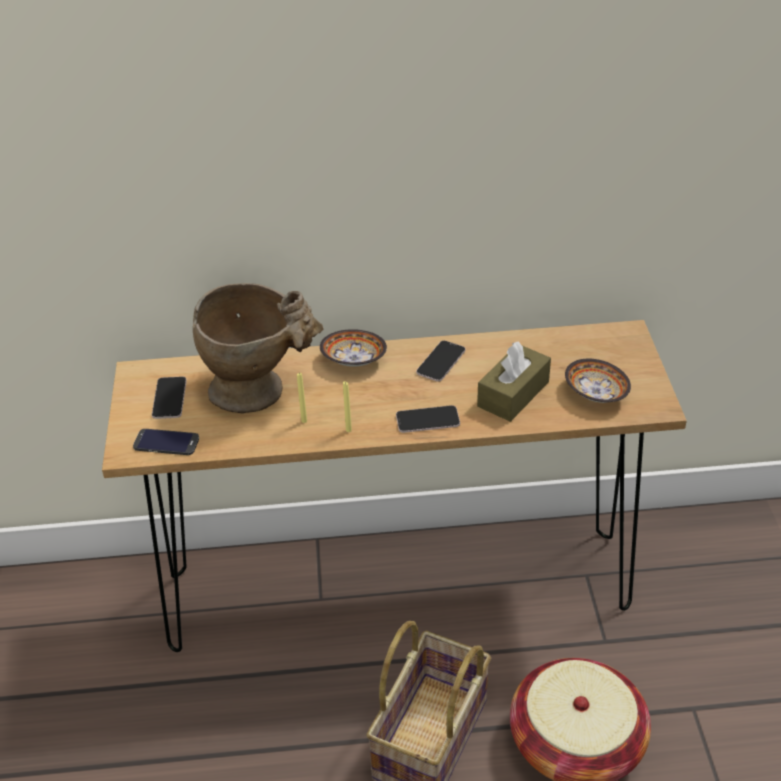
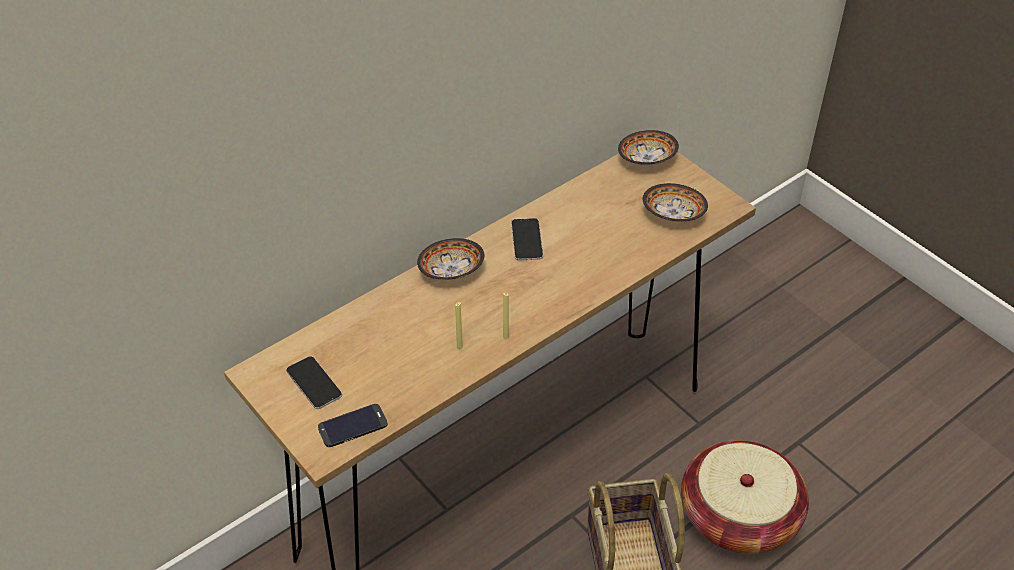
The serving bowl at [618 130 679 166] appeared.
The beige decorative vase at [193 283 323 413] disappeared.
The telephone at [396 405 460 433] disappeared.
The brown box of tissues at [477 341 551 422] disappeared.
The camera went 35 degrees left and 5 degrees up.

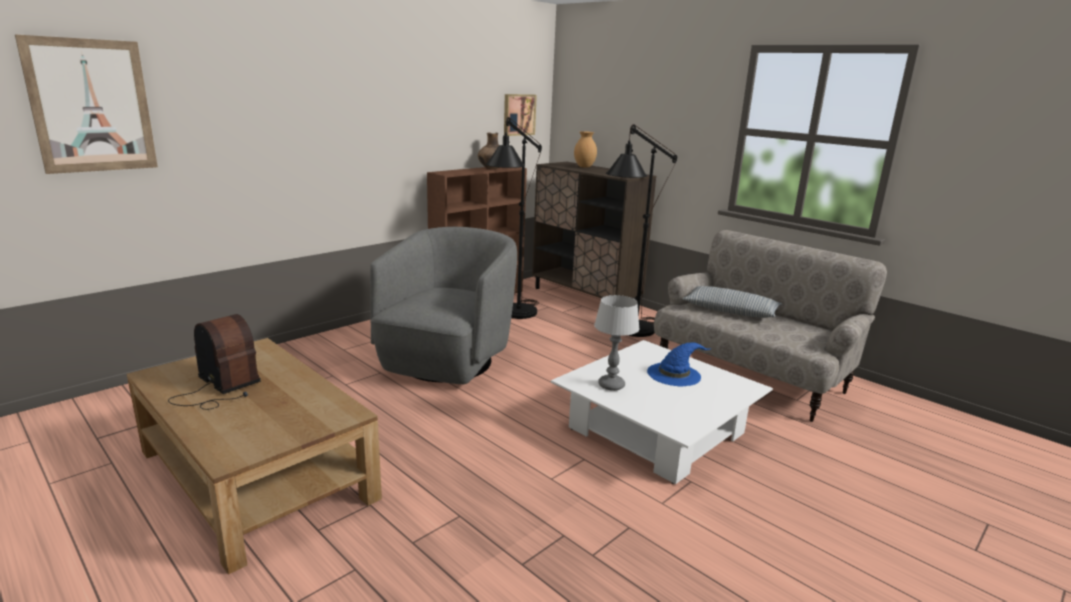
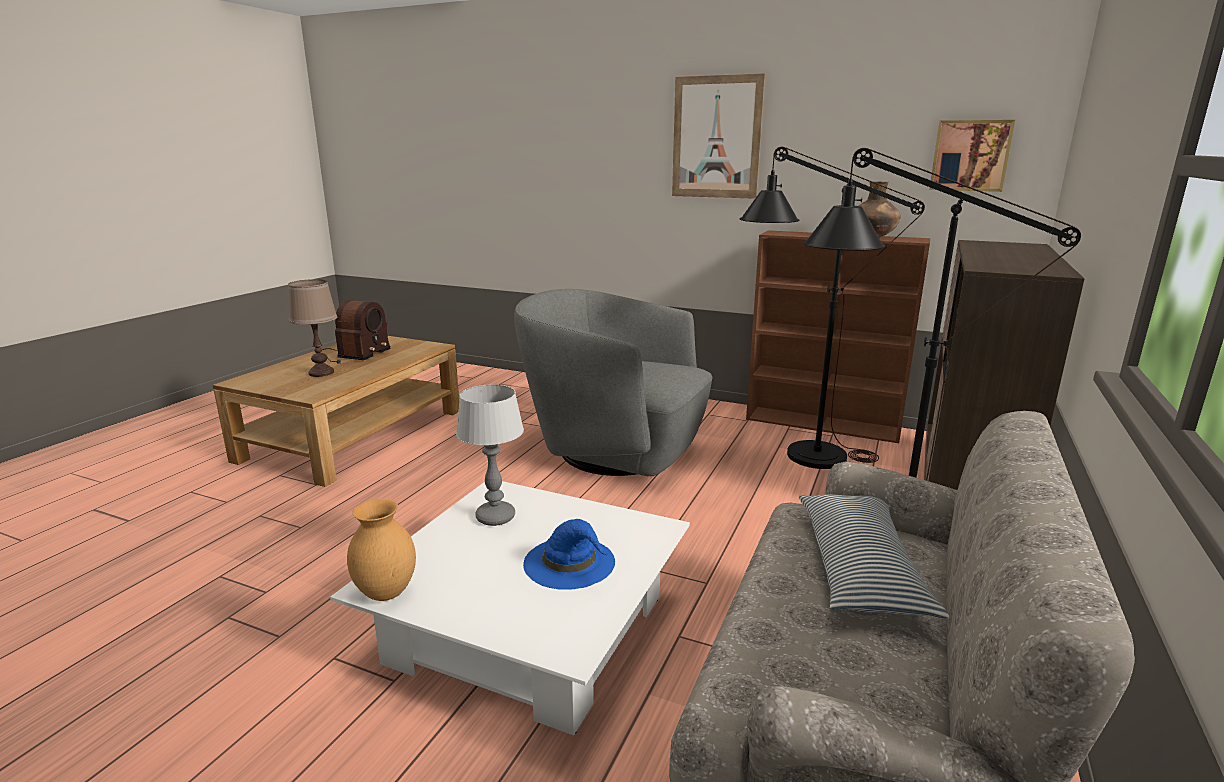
The brown lamp for a table at [288 279 337 377] appeared.
The brown decorative vase moved from [574 131 597 168] to [347 499 416 601].
The gray lounge chair at [370 227 517 384] turned 150 degrees counterclockwise.
The wall picture moved from [15 35 158 174] to [672 73 765 199].
The camera went 70 degrees right and 0 degrees up.

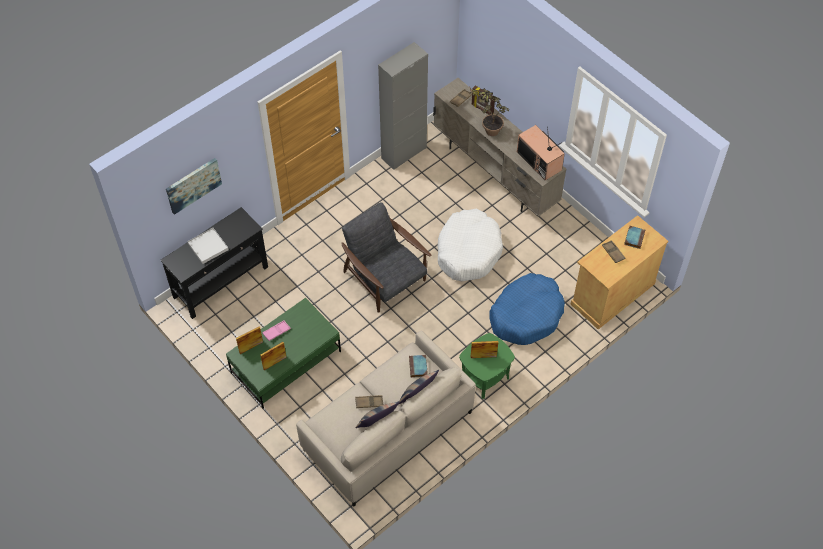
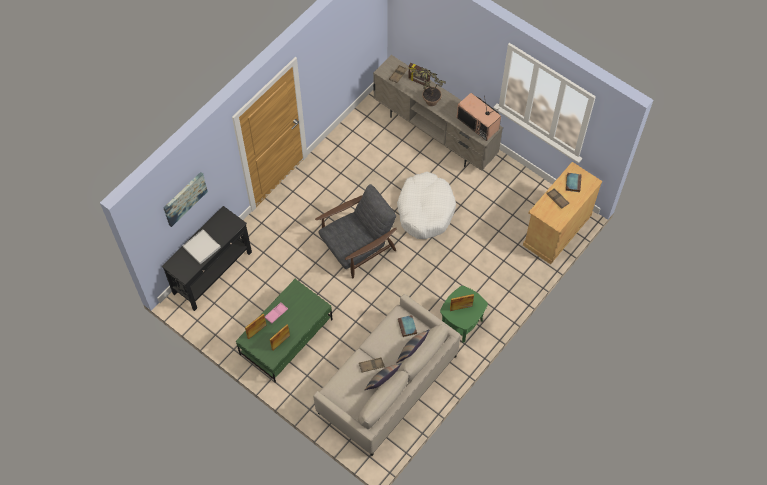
The gray lounge chair at [341 202 431 313] turned 105 degrees clockwise.
The gray cabinet at [378 42 428 170] disappeared.
The blue dog bed at [489 273 565 345] disappeared.
The camera went 10 degrees left and 5 degrees up.

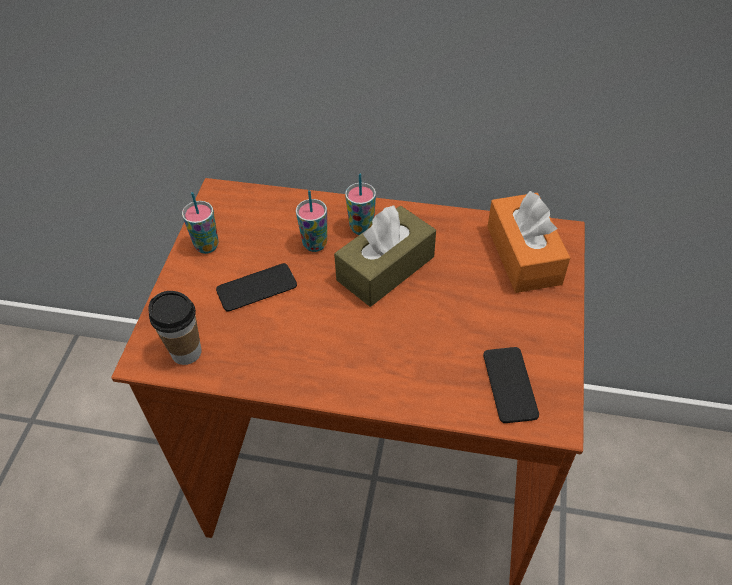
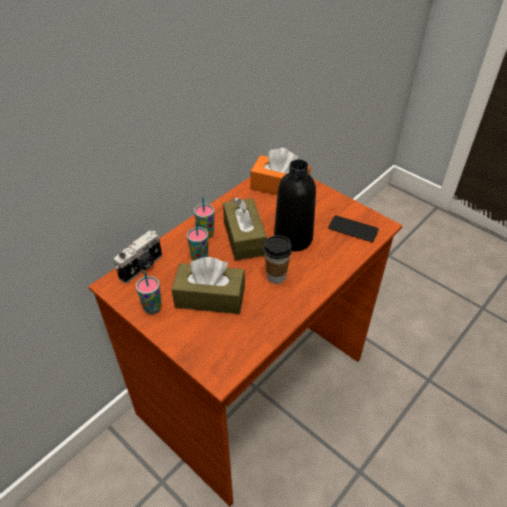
The photo camera at [114 230 162 283] appeared.
The telephone at [216 263 297 312] was replaced by the brown box of tissues at [171 257 245 314].
The cup moved from [148 291 202 365] to [264 235 292 284].
The blackish bottle at [274 160 316 251] appeared.
The camera went 60 degrees left and 5 degrees down.

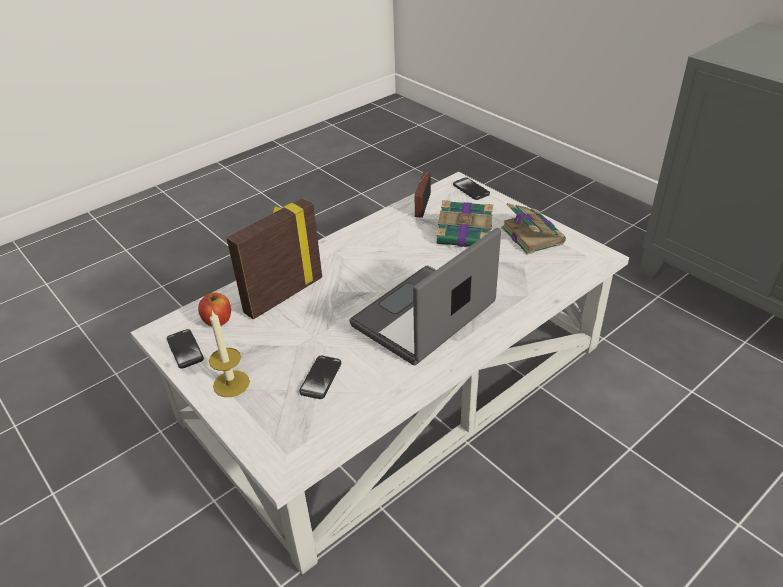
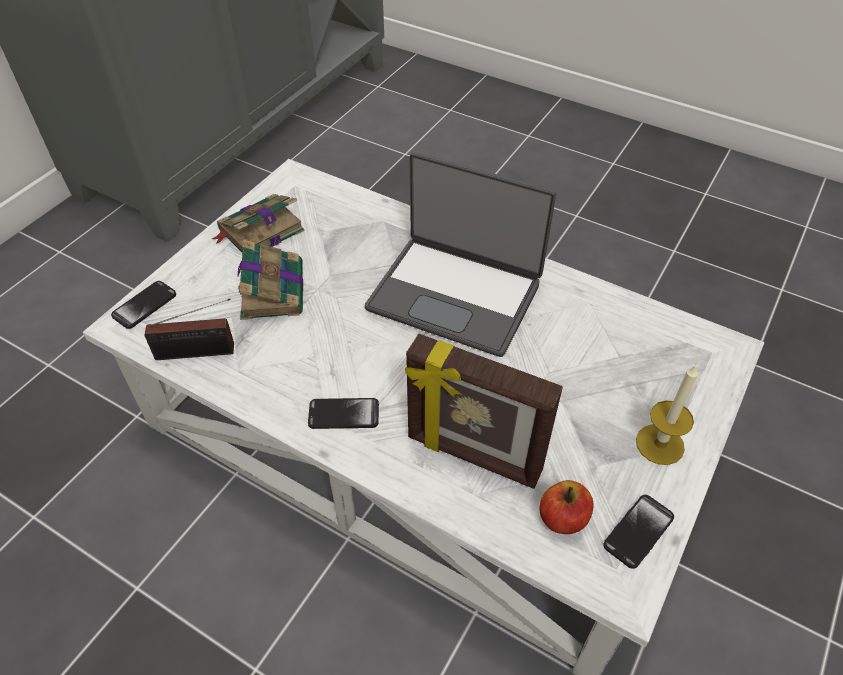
The telephone moved from [299 356 341 399] to [308 398 379 429].
The camera went 110 degrees left and 10 degrees up.

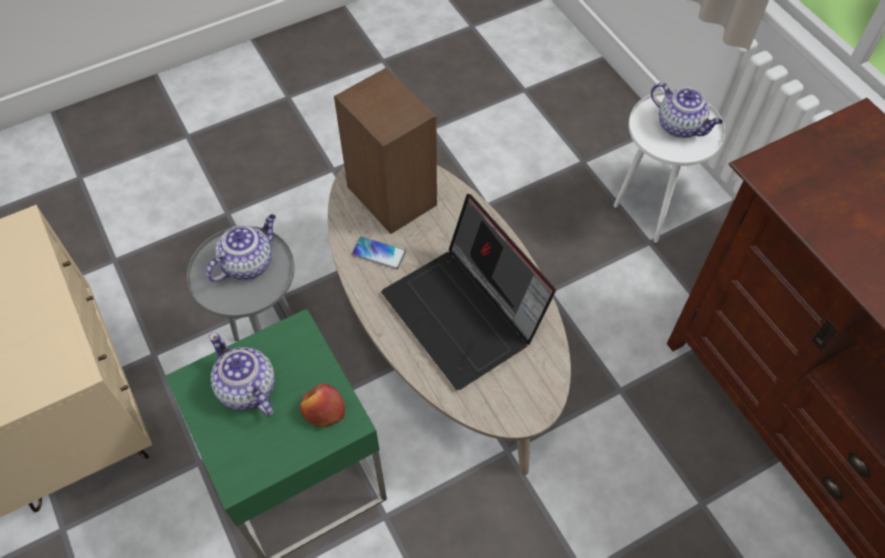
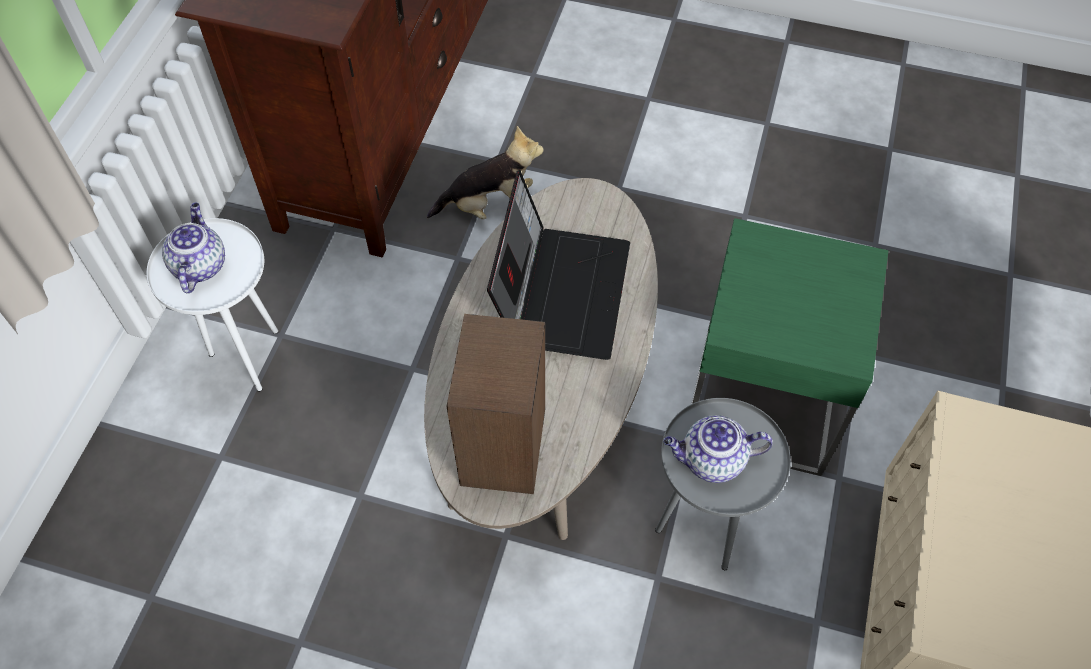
The cuddly toy at [427 126 544 220] appeared.
The teapot at [209 332 275 417] disappeared.
The apple fruit at [300 384 345 427] disappeared.
The telephone at [352 237 406 269] disappeared.
The camera went 135 degrees left and 0 degrees up.

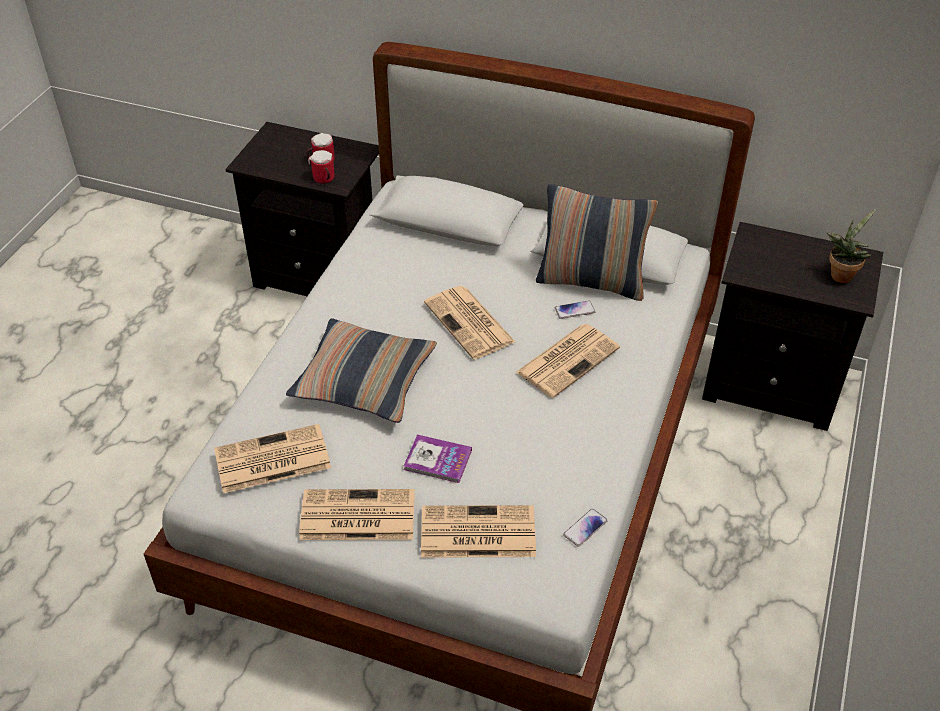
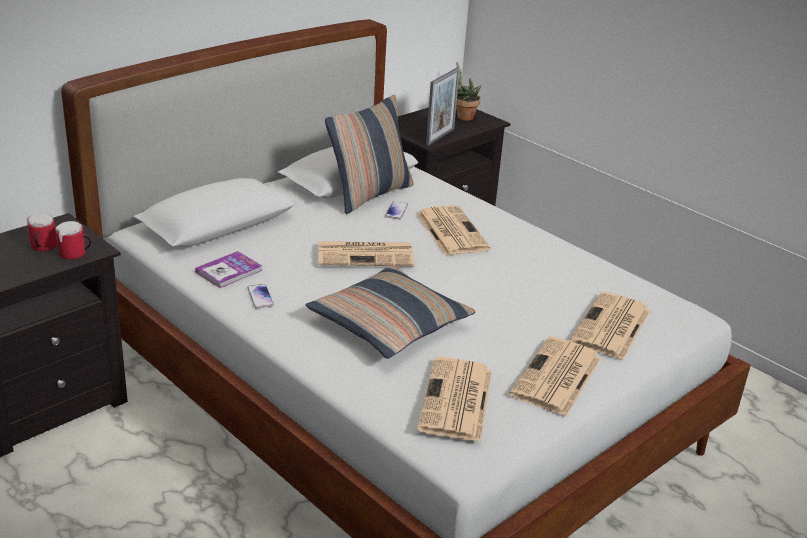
The bound book moved from [404 435 472 483] to [195 251 263 288].
The telephone moved from [563 509 608 547] to [247 284 274 309].
The standing frame at [426 67 460 146] appeared.
The camera went 65 degrees left and 15 degrees down.

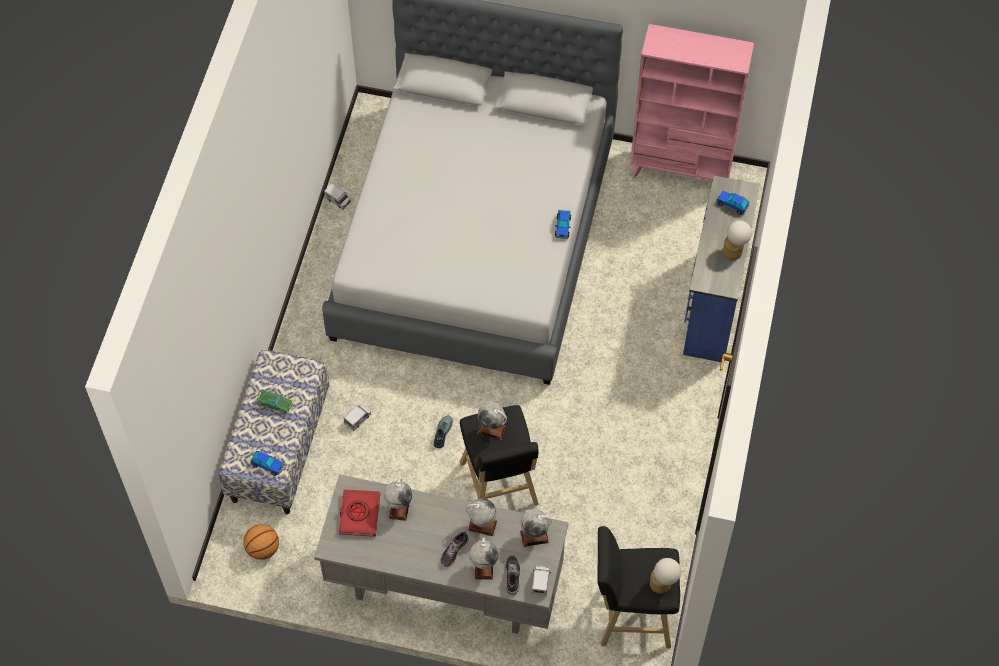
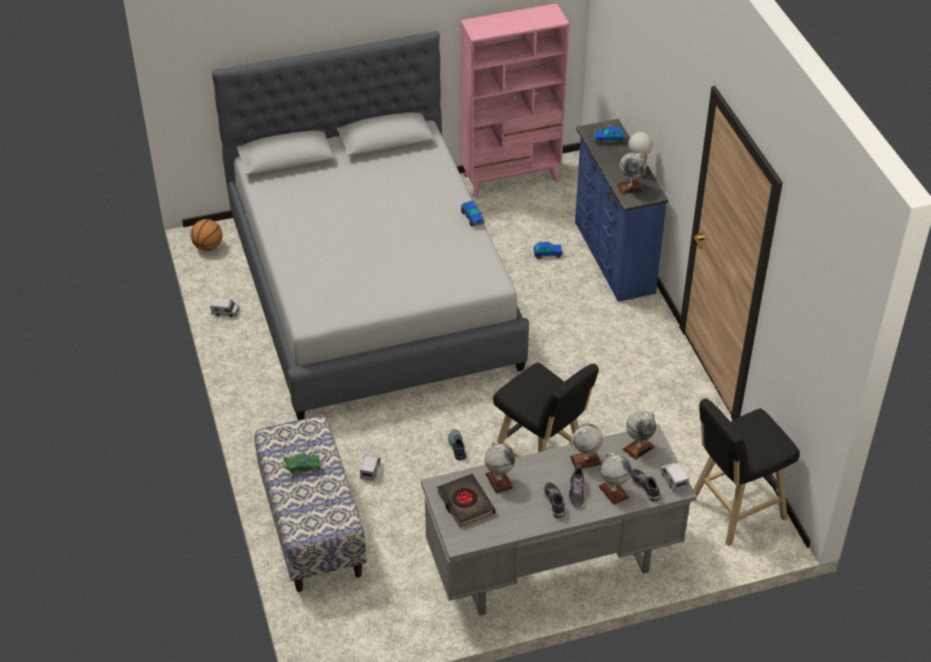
The basketball moved from [243 524 279 560] to [190 219 223 251].
The red bound book at [339 490 380 537] became the blackish bound book at [437 474 495 527].
The toy car moved from [250 451 285 476] to [533 242 563 259].
The low shoe at [544 482 566 518] appeared.
The globe moved from [477 402 507 440] to [617 153 647 195].
The lamp for a table at [650 558 681 594] disappeared.
The camera went 30 degrees left and 15 degrees down.

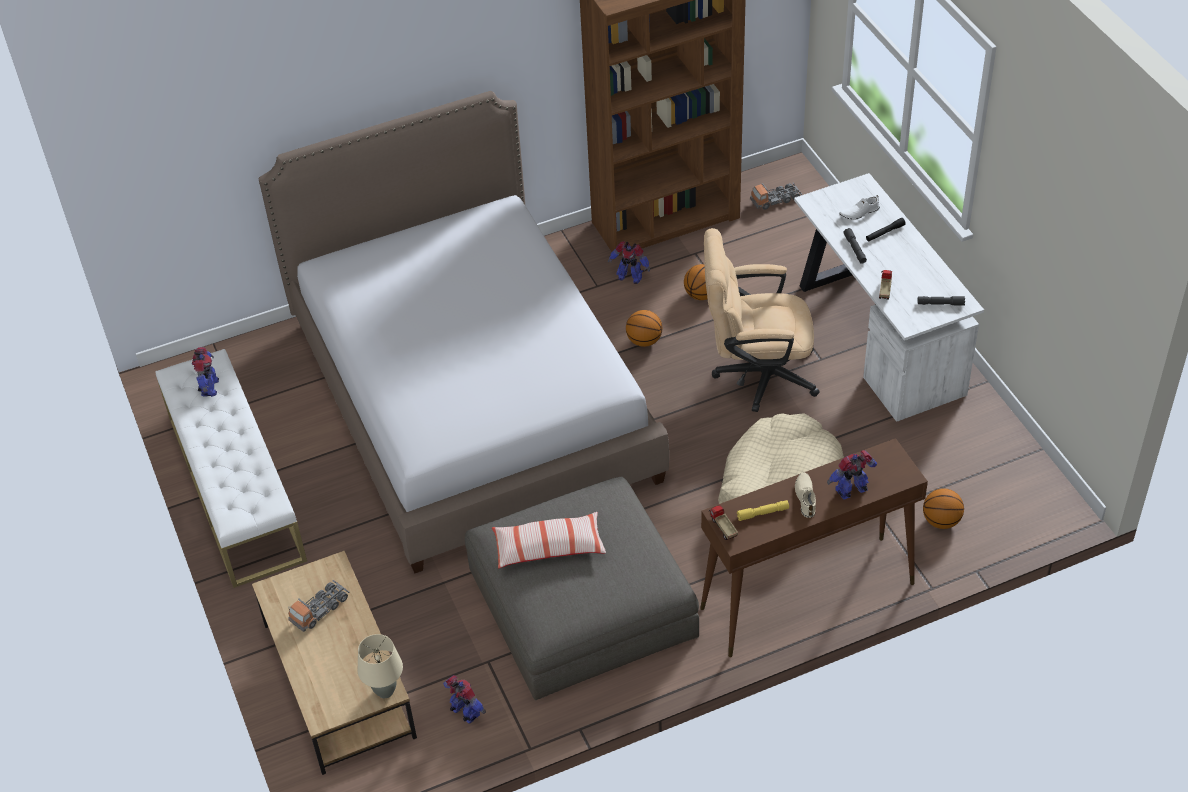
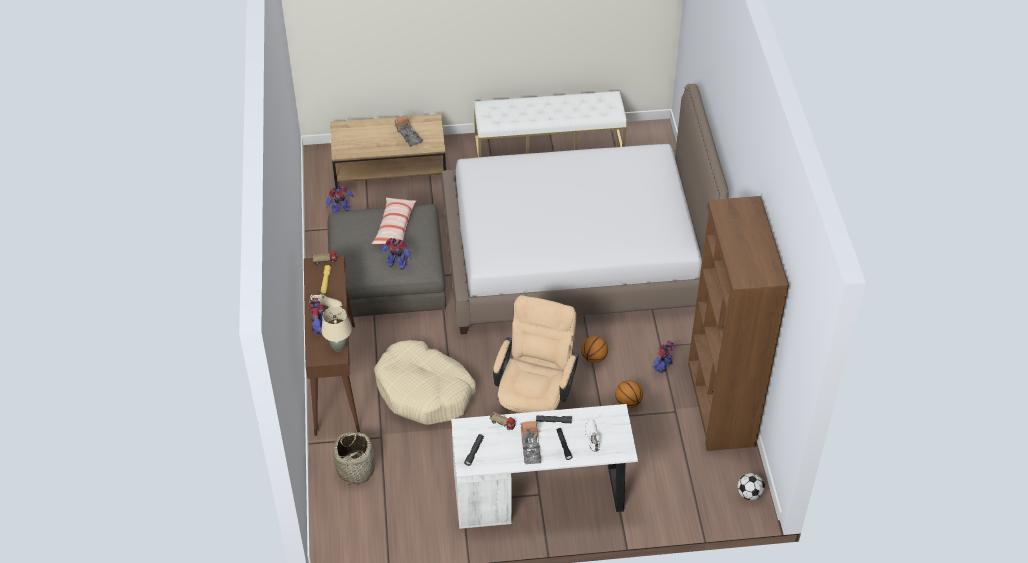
The beige lamp for a table moved from [357 634 403 698] to [322 306 352 352].
The basketball at [923 488 964 529] was replaced by the storage basket at [333 432 375 485].
The robot figure moved from [192 347 219 397] to [380 238 412 269].
The toy lorry moved from [750 182 802 210] to [520 421 541 464].
The football ball at [737 473 765 500] appeared.
The camera went 105 degrees right and 0 degrees up.

